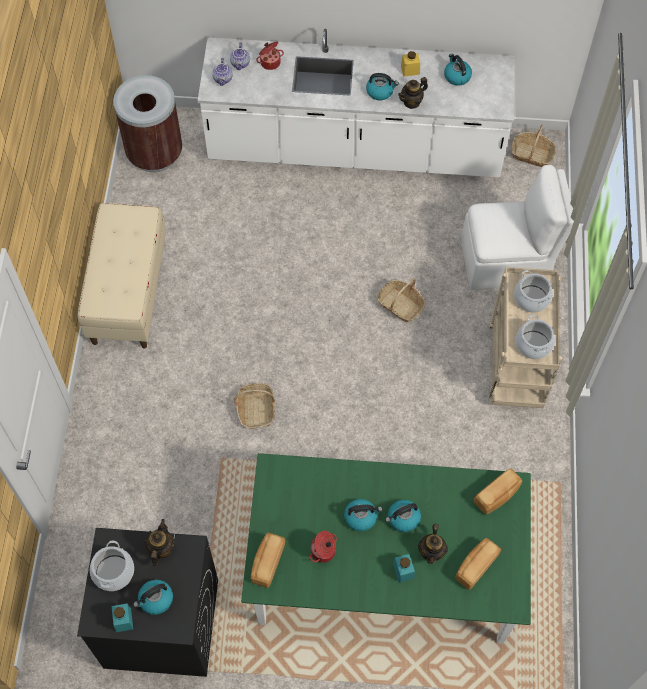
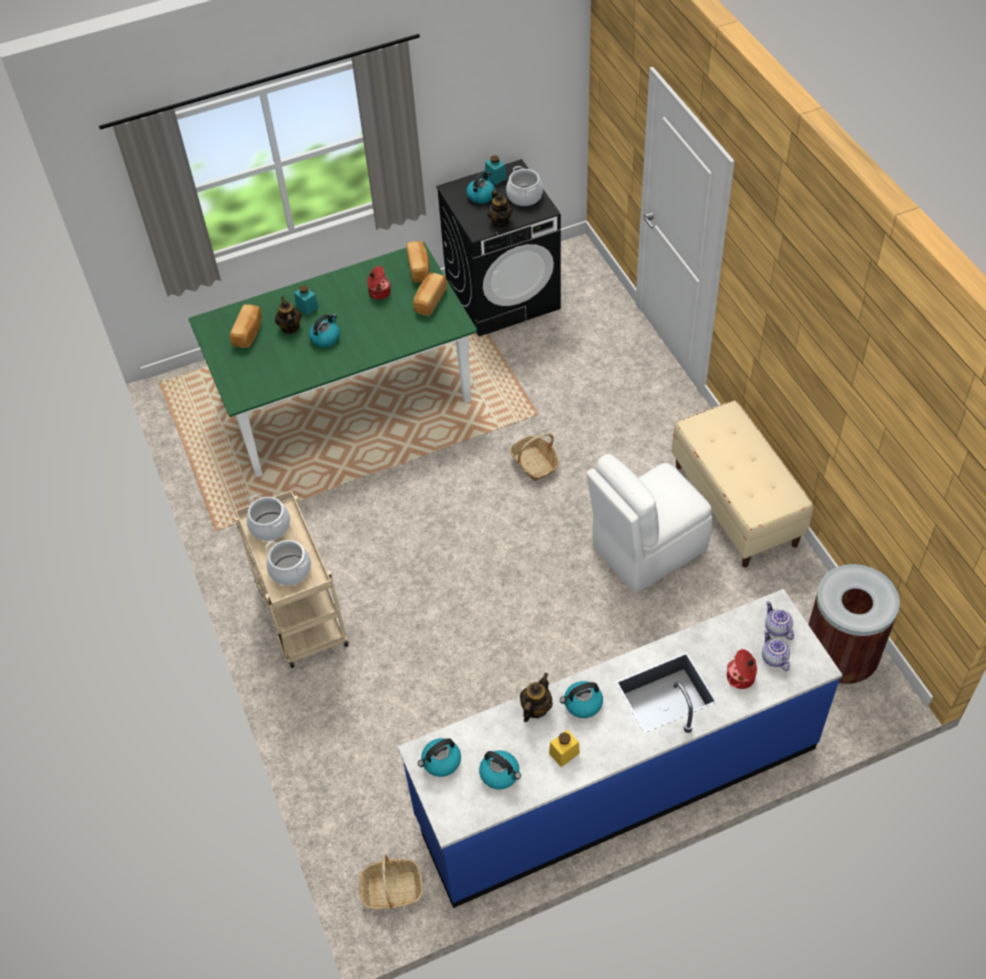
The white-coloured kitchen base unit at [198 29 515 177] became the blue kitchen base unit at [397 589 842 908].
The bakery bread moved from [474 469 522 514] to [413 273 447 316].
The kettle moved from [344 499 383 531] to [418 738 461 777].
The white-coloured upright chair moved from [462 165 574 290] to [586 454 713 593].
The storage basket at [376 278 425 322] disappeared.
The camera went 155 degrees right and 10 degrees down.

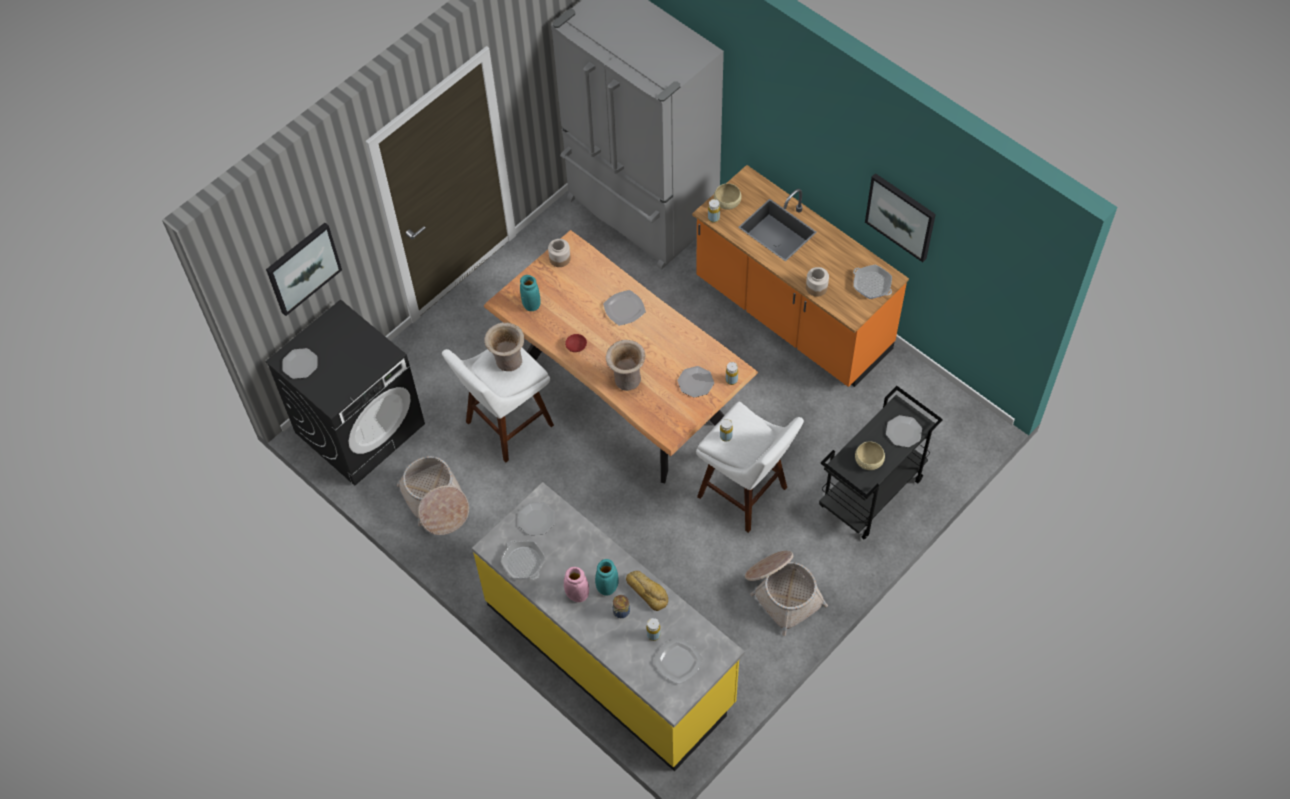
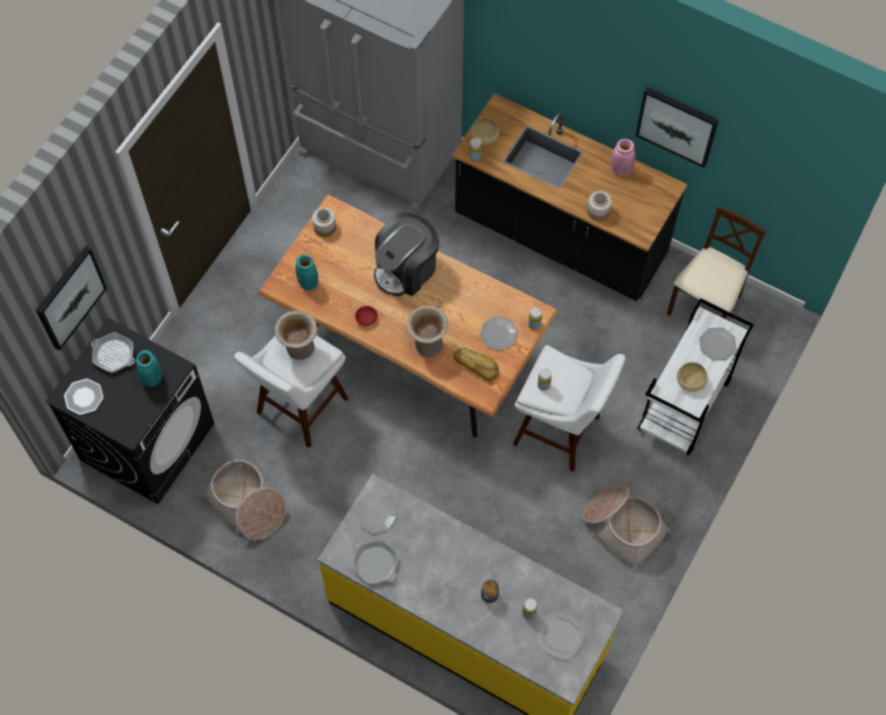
The pan moved from [853 265 892 299] to [91 332 135 373].
The turquoise decorative vase moved from [595 559 619 596] to [136 350 162 387].
The plate at [603 290 646 326] was replaced by the coffee brewer at [374 212 439 296].
The orange kitchen base unit at [692 165 909 387] became the blackish kitchen base unit at [452 93 687 301].
The bakery bread moved from [626 571 668 611] to [453 347 499 381].
The pink decorative vase moved from [564 567 589 602] to [611 139 635 176].
The blackish trolley at [819 386 943 540] became the white-coloured trolley at [637 298 754 455].
The beige upright chair at [667 206 767 319] appeared.
The camera went 15 degrees left and 5 degrees up.

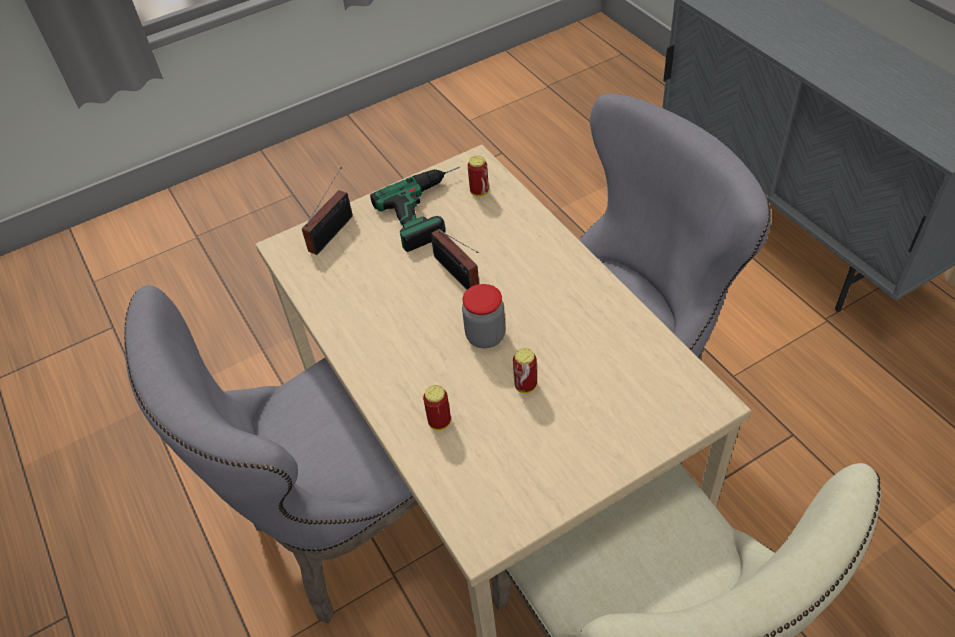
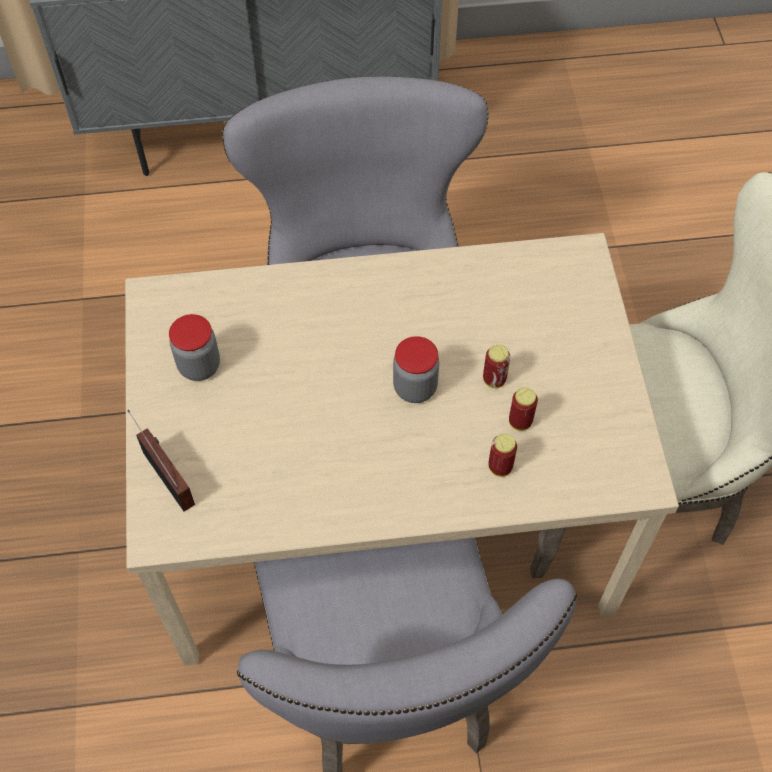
The electric drill at [370 167 460 252] was replaced by the storage jar at [169 314 220 381].
The can moved from [468 156 489 197] to [509 387 538 431].
The radio set at [431 229 479 290] disappeared.
The camera went 70 degrees left and 10 degrees up.

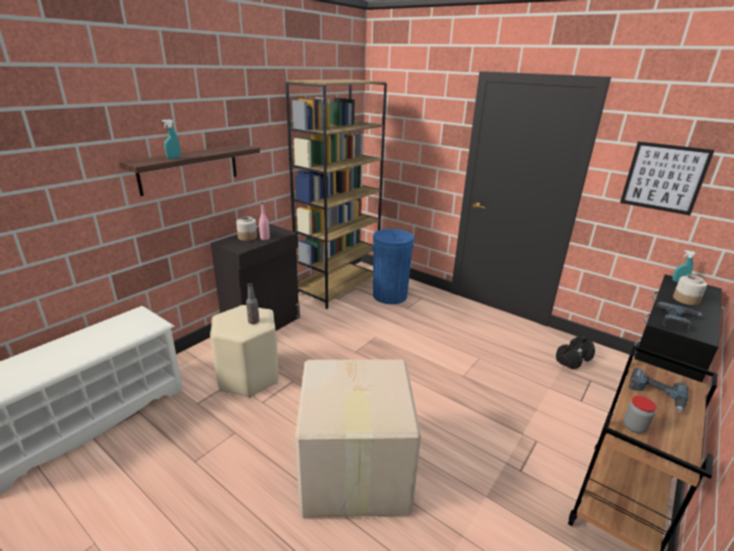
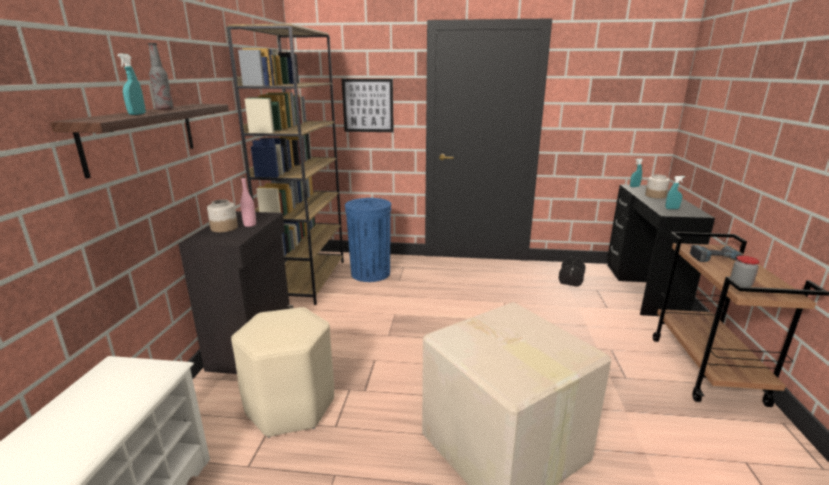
The bottle moved from [246 283 259 324] to [148 43 173 110].
The wall picture moved from [620 141 715 216] to [342 79 394 132].
The electric drill at [657 302 703 331] was replaced by the turquoise sprayer at [666 176 685 209].
The camera went 30 degrees left and 5 degrees down.

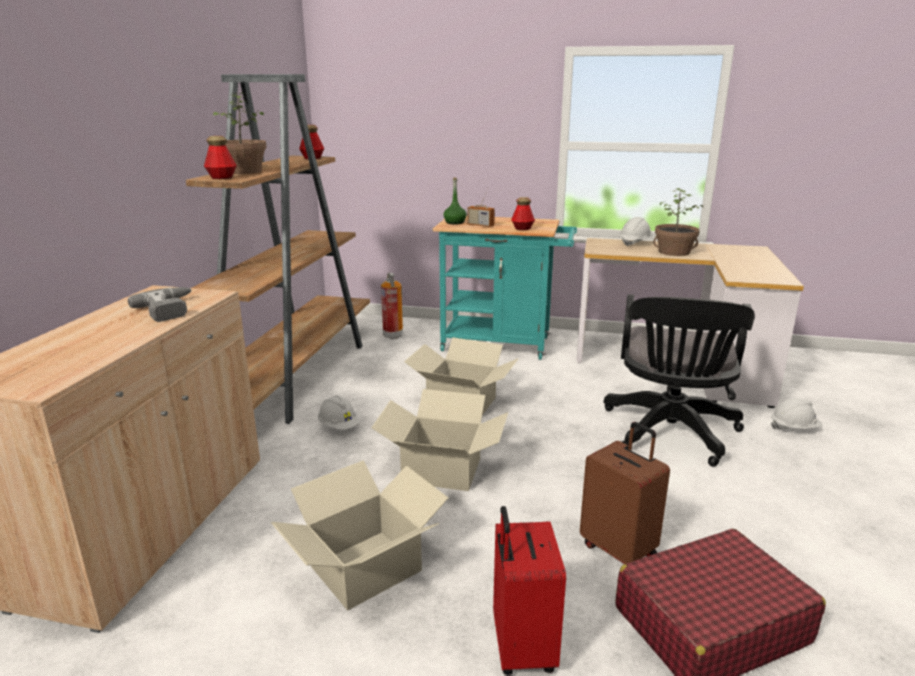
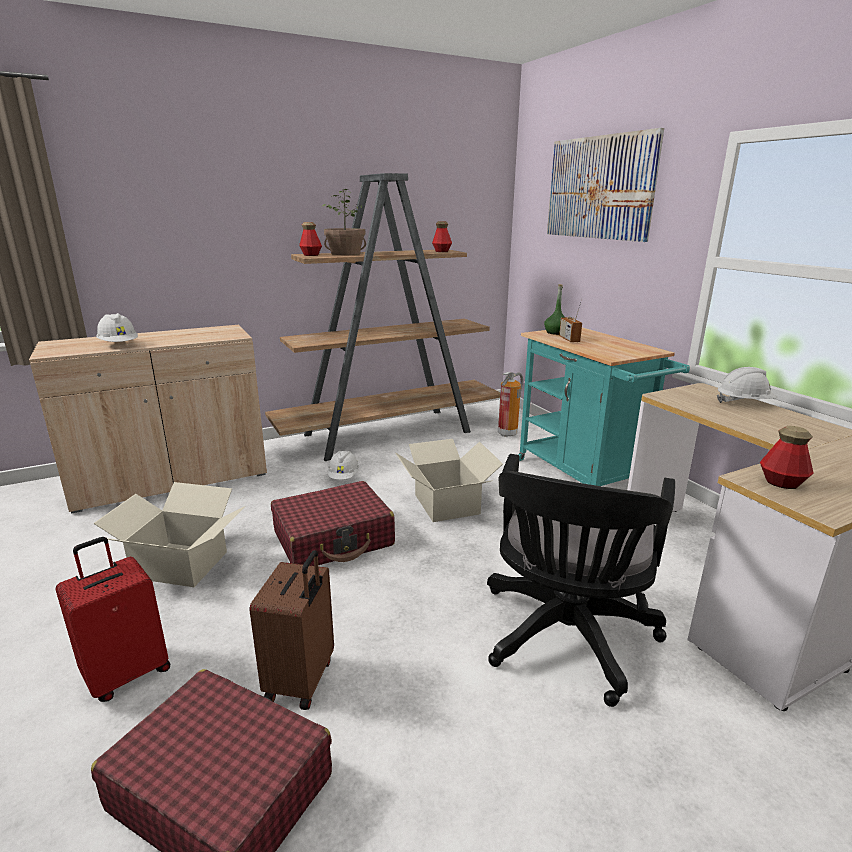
The white-coloured hard hat moved from [771 398 822 430] to [96 313 138 342].
The carton at [371 389 508 491] was replaced by the red suitcase at [271 481 395 566].
The blackish computer chair at [604 294 755 467] turned 45 degrees counterclockwise.
The wall picture at [547 128 664 242] appeared.
The bottle moved from [511 197 535 230] to [760 426 814 489].
The electric drill at [128 287 192 322] disappeared.
The plant in a pot at [653 188 703 256] disappeared.
The camera went 50 degrees right and 0 degrees up.

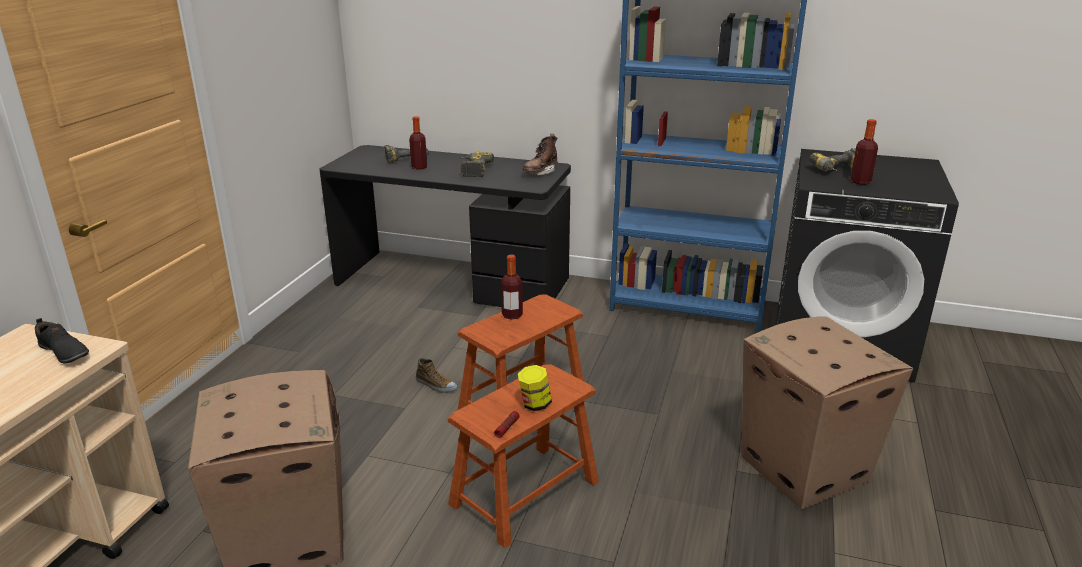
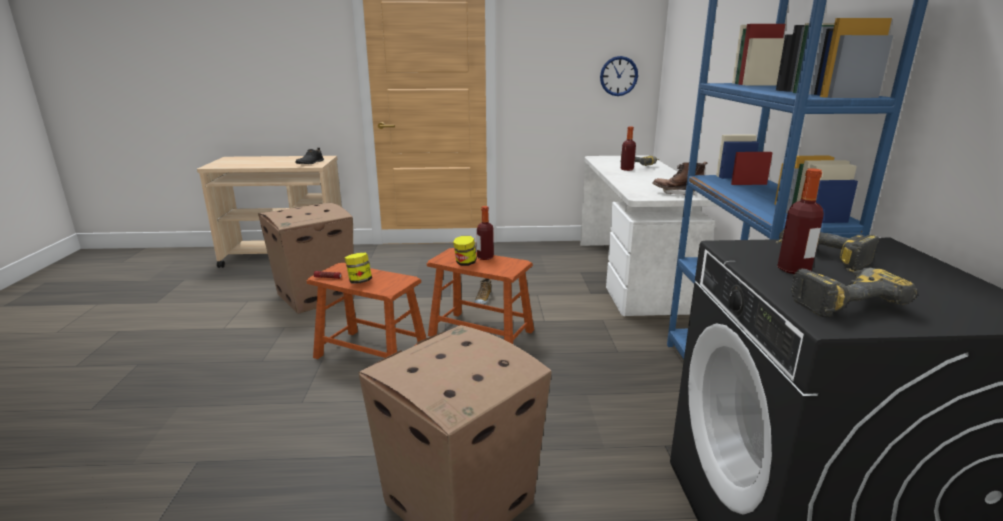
The storage jar at [453 236 477 266] appeared.
The blackish desk unit at [319 145 571 307] became the white-coloured desk unit at [580 155 718 316].
The wall clock at [600 56 638 96] appeared.
The electric drill moved from [460 152 494 177] to [791 267 918 317].
The camera went 70 degrees right and 5 degrees down.

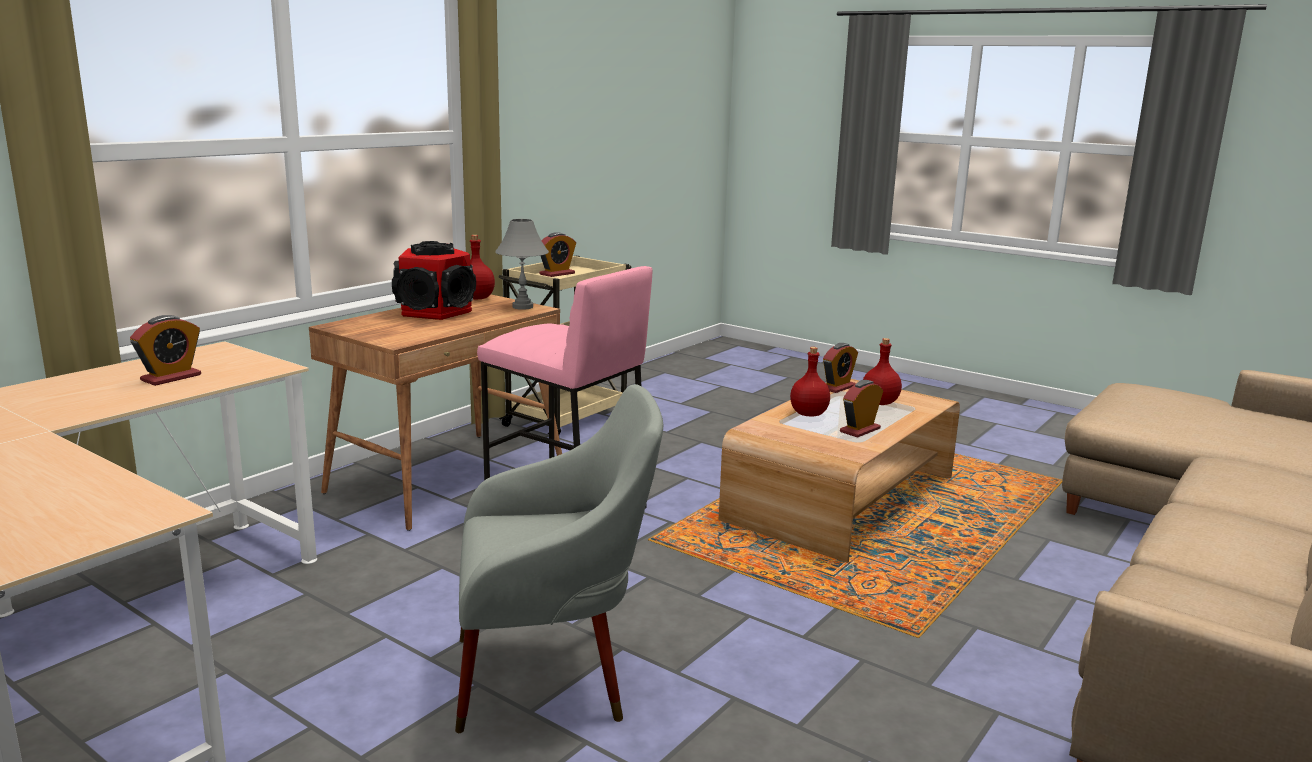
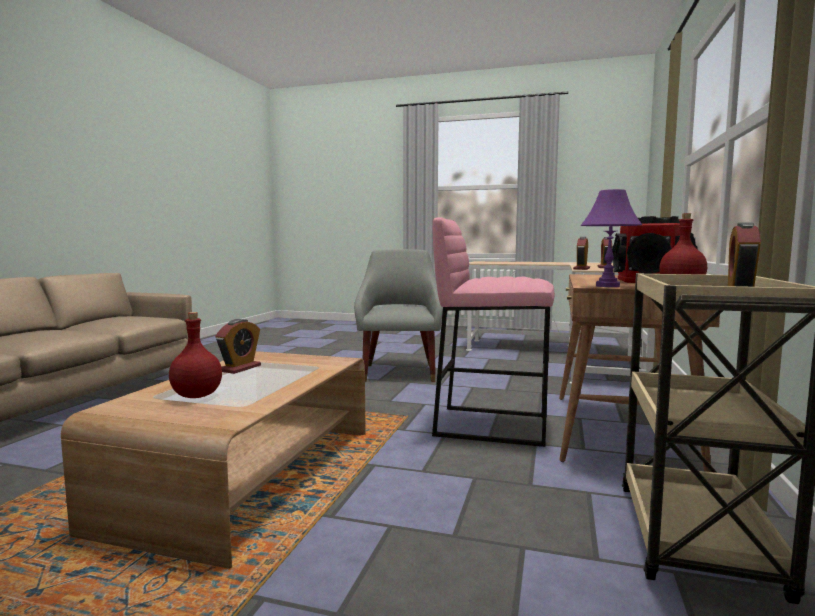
The gray lounge chair at [455 384 663 733] turned 120 degrees clockwise.
The alarm clock moved from [823 343 858 393] to [573 237 590 270].
The gray lamp for a table at [495 219 549 310] became the purplish lamp for a table at [580 189 642 287].
The red bottle at [790 347 830 416] disappeared.
The camera went 160 degrees right and 10 degrees down.

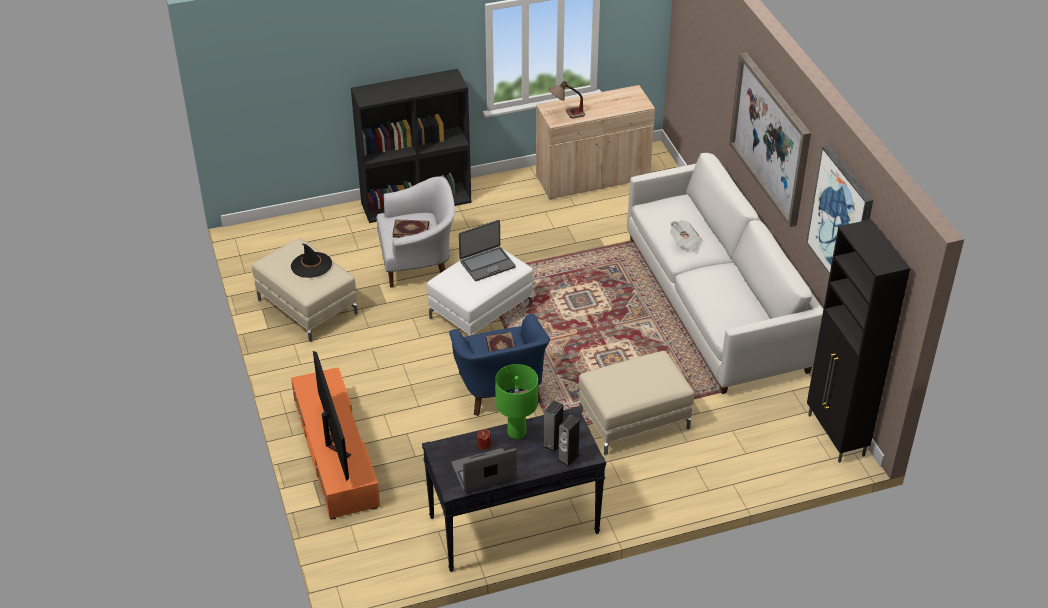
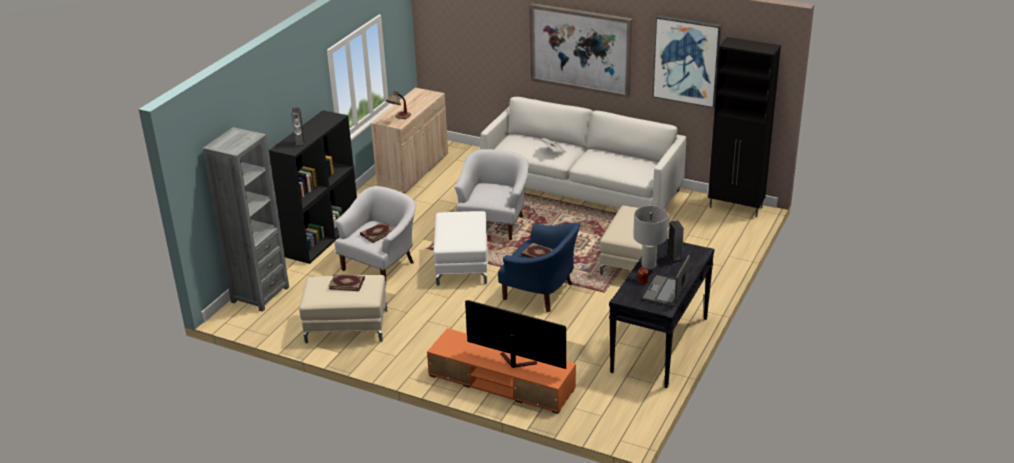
The gray bookcase at [203 127 289 312] appeared.
The speaker moved from [557 415 580 467] to [292 108 305 147].
The blackish hat at [291 243 332 278] was replaced by the bound book at [329 274 365 291].
The white-coloured lounge chair at [455 149 529 240] appeared.
The green-coloured lamp for a table at [495 364 538 440] became the gray lamp for a table at [633 206 668 270].
The portable computer at [459 220 516 281] disappeared.
The camera went 45 degrees left and 10 degrees down.

